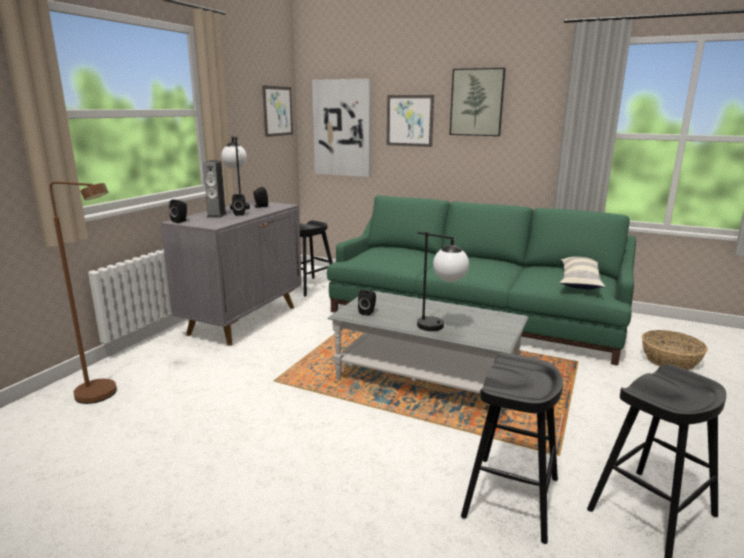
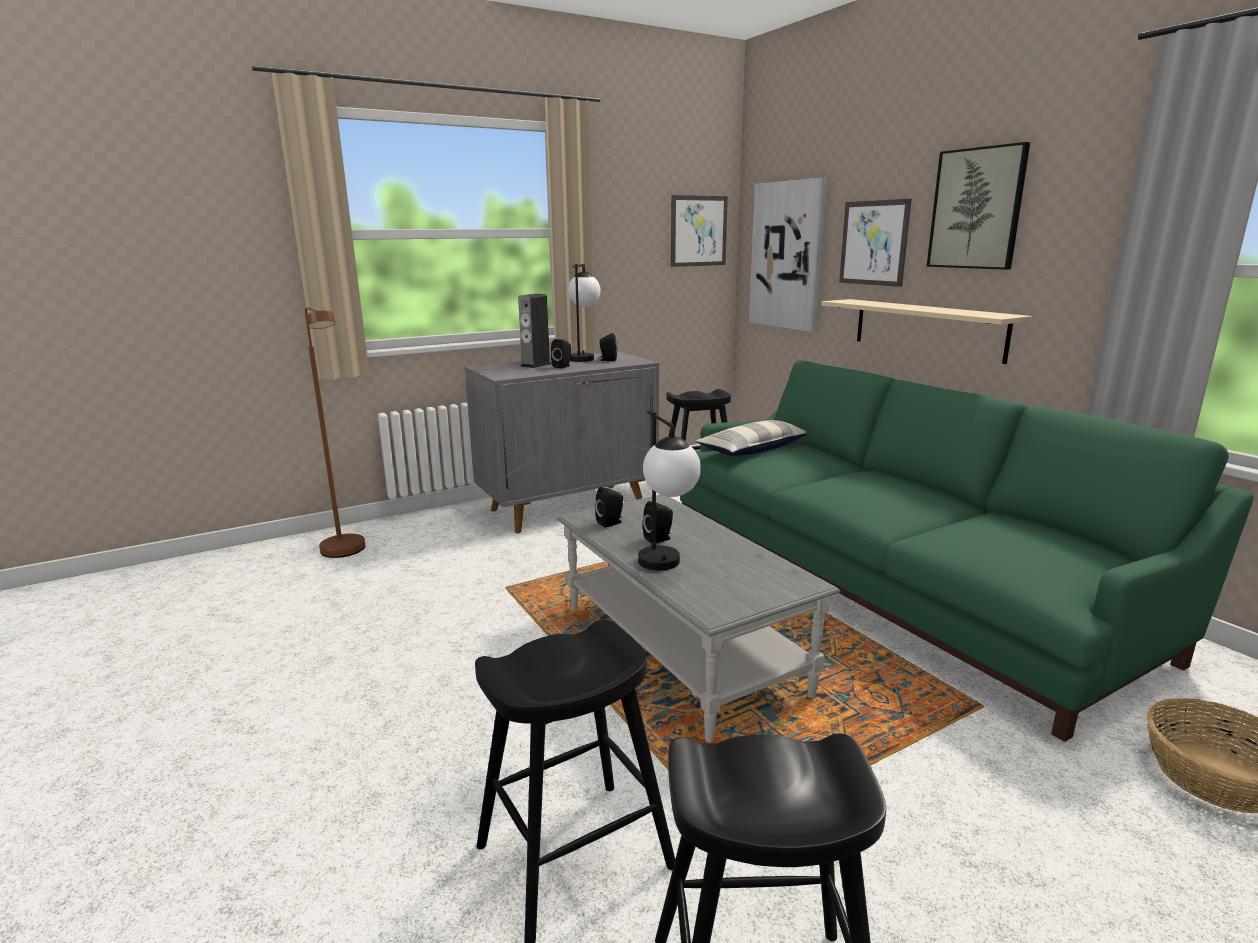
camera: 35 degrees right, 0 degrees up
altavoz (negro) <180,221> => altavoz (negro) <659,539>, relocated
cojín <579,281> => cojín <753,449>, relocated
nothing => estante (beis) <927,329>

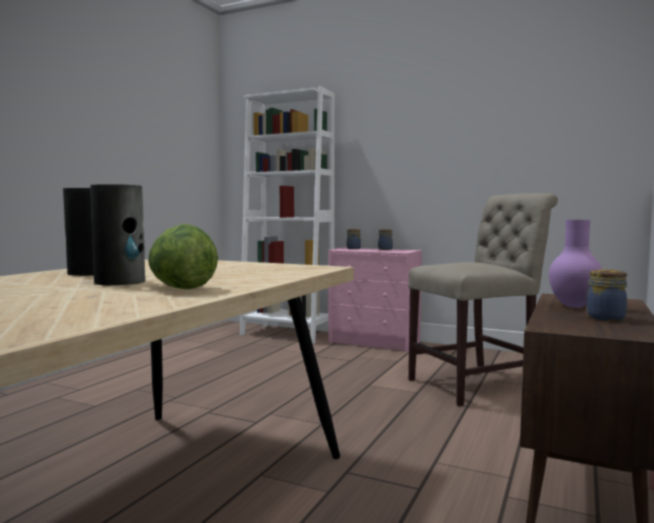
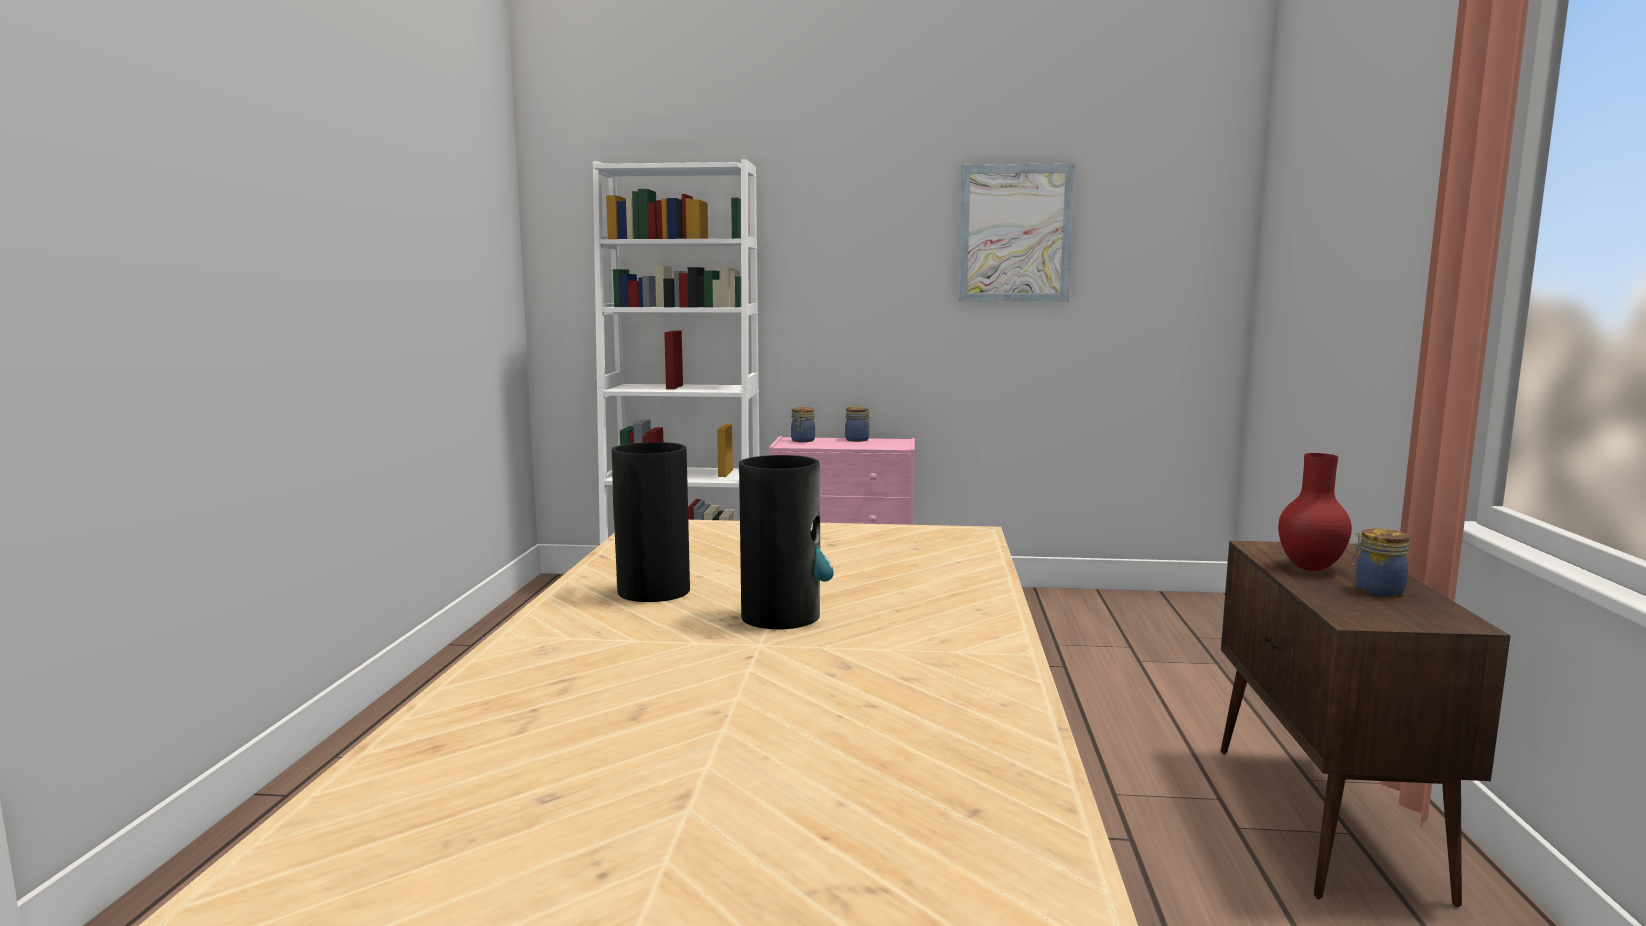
camera: 20 degrees left, 5 degrees up
lechuga <181,288> => nothing
silla (beis) <477,384> => nothing
florero (morado) <574,306> => florero (rojo) <1311,568>
nothing => cuadro <1015,234>

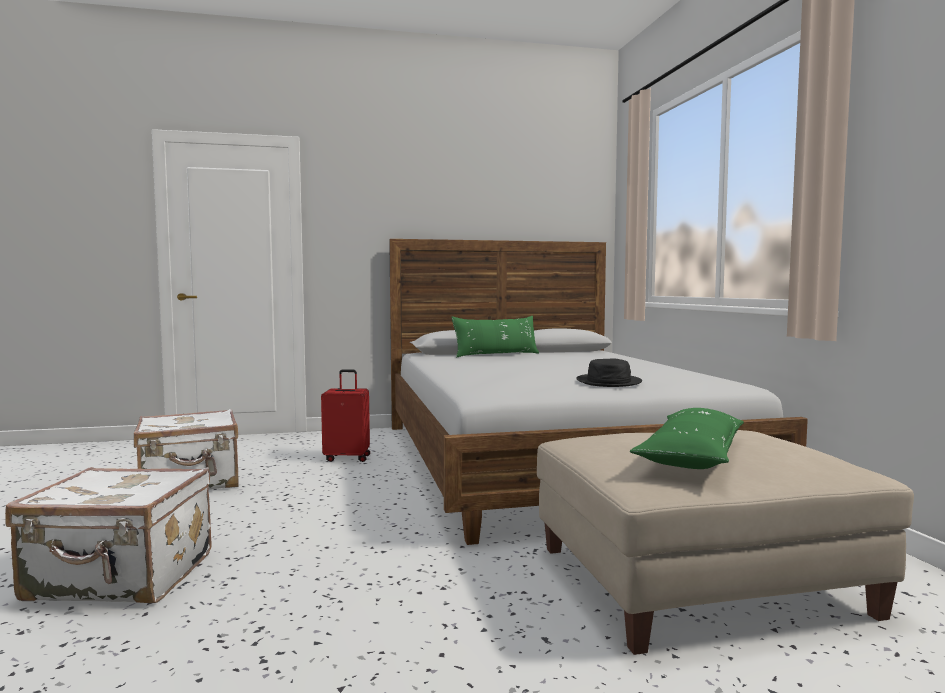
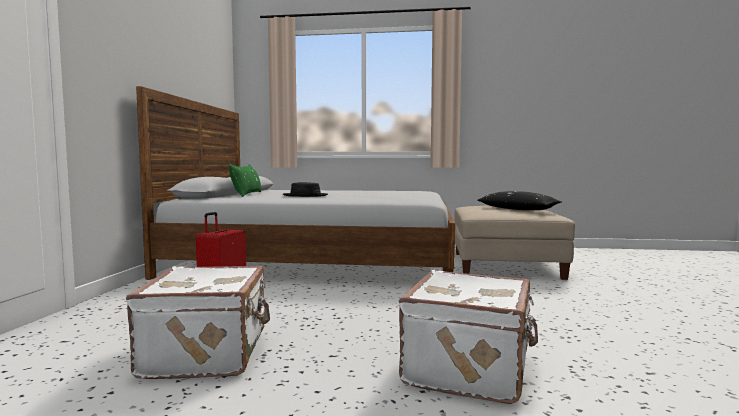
camera: 70 degrees left, 0 degrees up
sombrero (negro) <609,382> => sombrero (negro) <305,195>, relocated
cojín (verde) <692,456> => cojín (negro) <517,209>

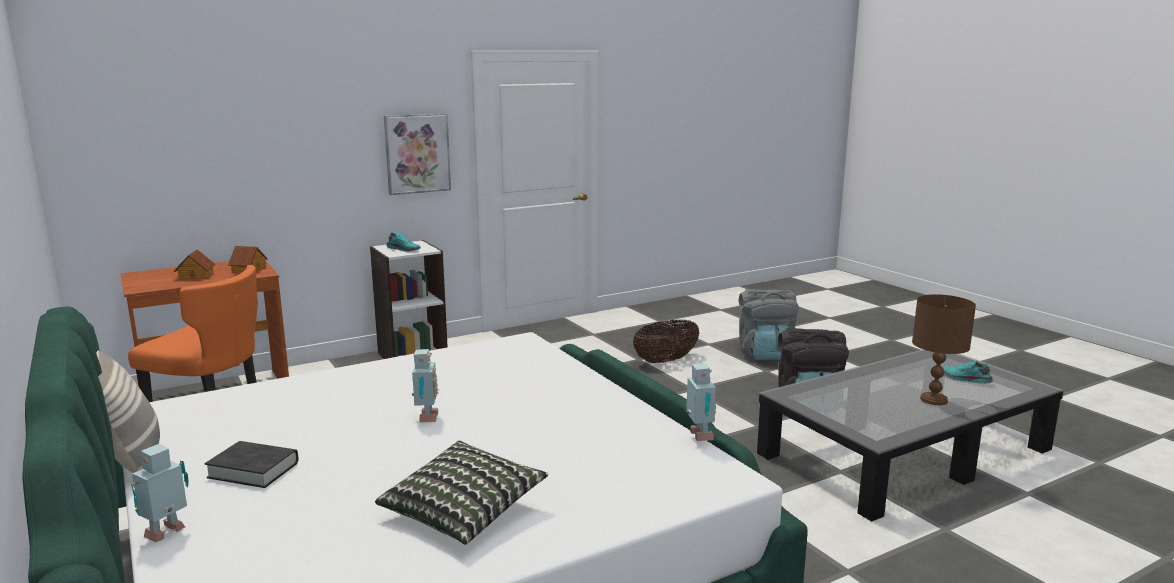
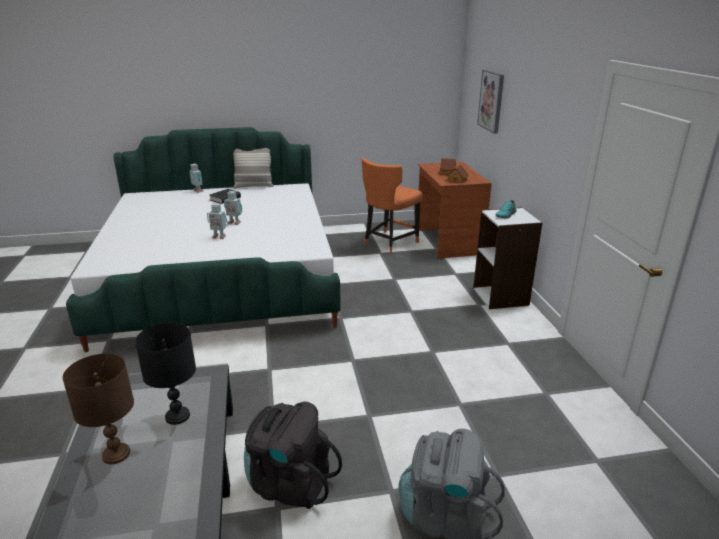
camera: 110 degrees right, 10 degrees up
cojín <464,512> => nothing
cuadro <417,153> => cuadro <491,101>, relocated
cesta <666,361> => nothing
robot de juguete <699,436> => robot de juguete <219,237>, relocated
zapato (turquesa) <965,379> => nothing
nothing => lámpara de mesa (negro) <178,416>

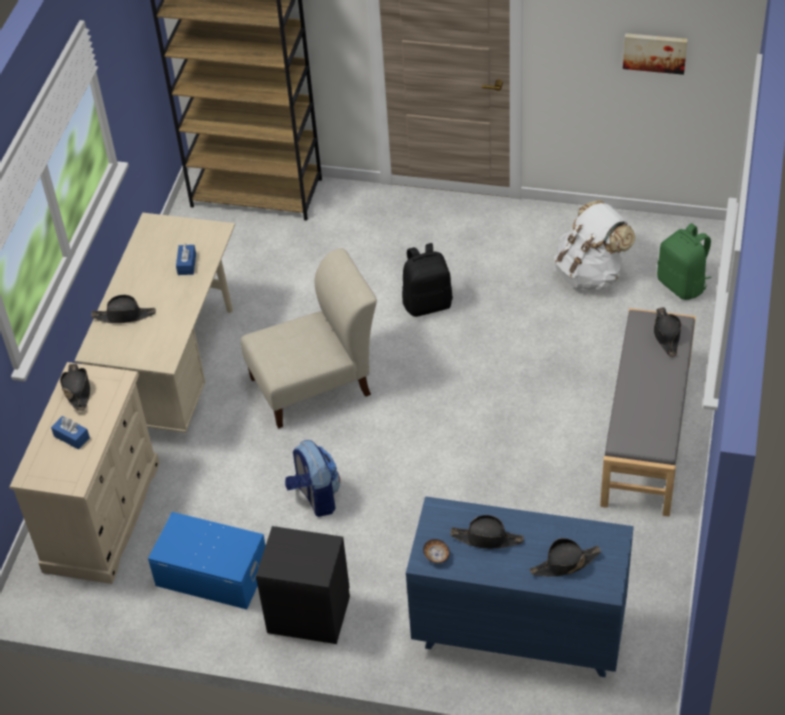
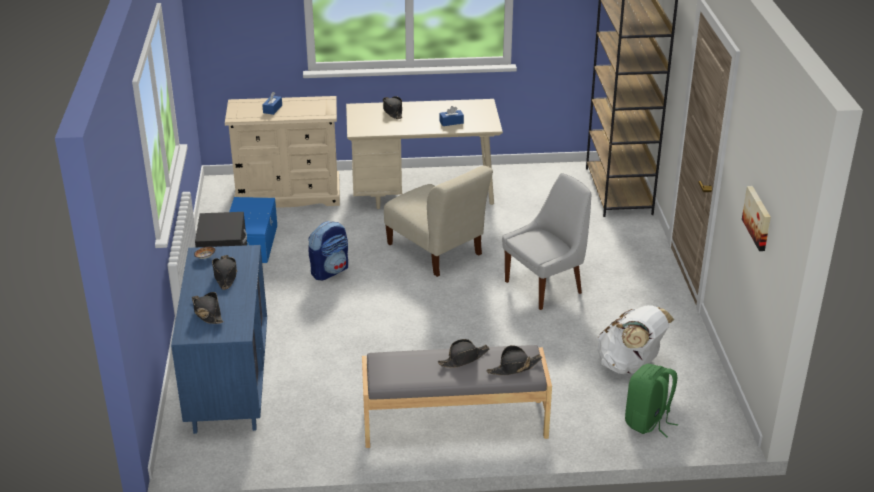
camera: 70 degrees right, 15 degrees down
sombrero (negro) <77,390> => sombrero (negro) <463,358>, relocated
mochila (negro) <427,303> => silla (blanco) <545,286>

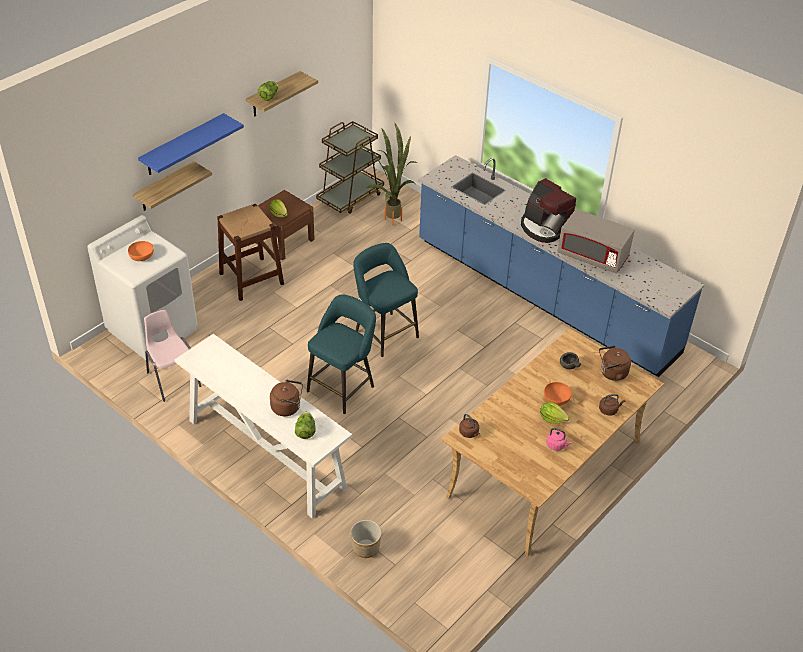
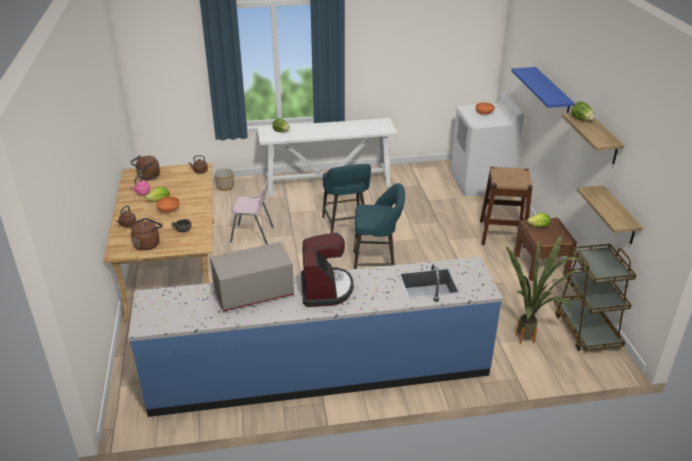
camera: 130 degrees right, 10 degrees down
estante <165,187> => estante <619,216>, relocated
silla (rosa) <173,379> => silla (rosa) <252,234>, relocated
hervidor (marrón) <288,407> => hervidor (marrón) <148,177>, relocated
cafetera <544,227> => cafetera <325,289>, 90 degrees clockwise

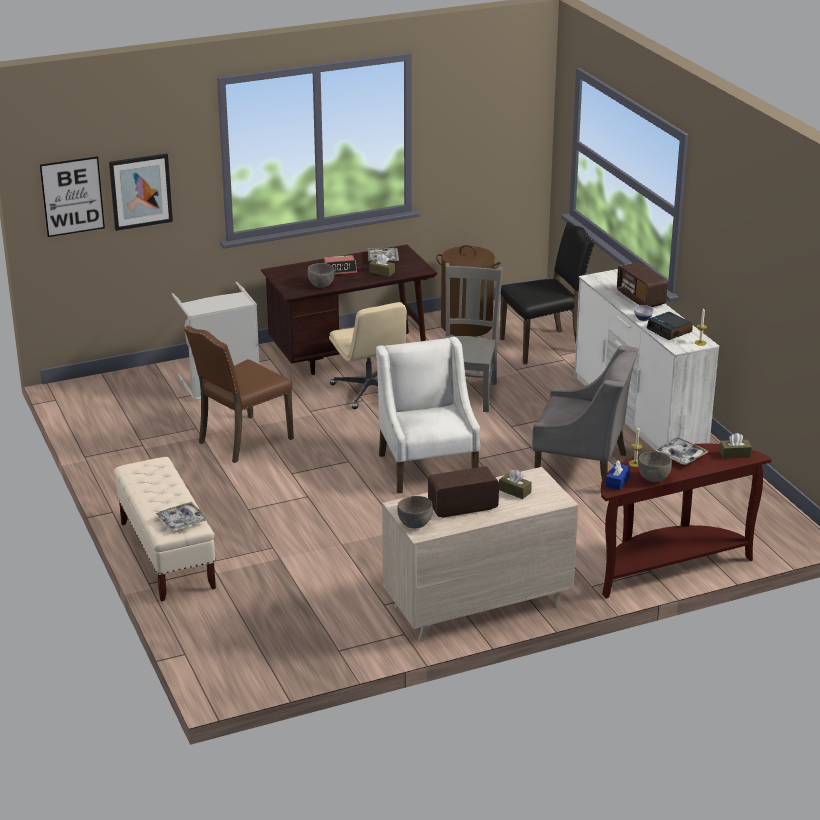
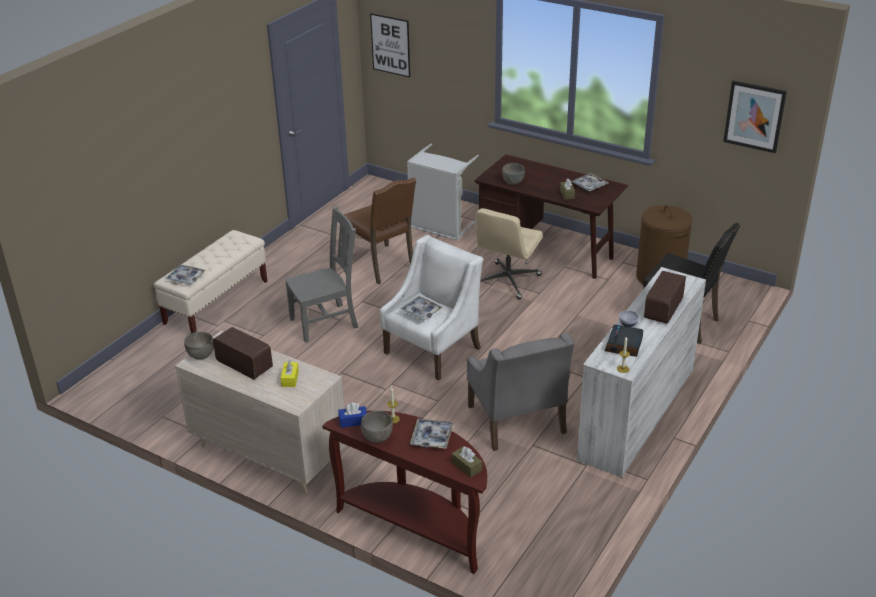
camera: 55 degrees right, 5 degrees up
cuadro <140,191> => cuadro <754,116>, relocated
silla (marrón) <242,440> => silla (marrón) <382,265>, 135 degrees counterclockwise
despertador <340,269> => nothing
silla (gris) <467,393> => silla (gris) <326,322>, relocated
caja de pañuelos (marrón) <514,491> => caja de pañuelos (amarillo) <290,379>
nothing => bandeja <421,312>

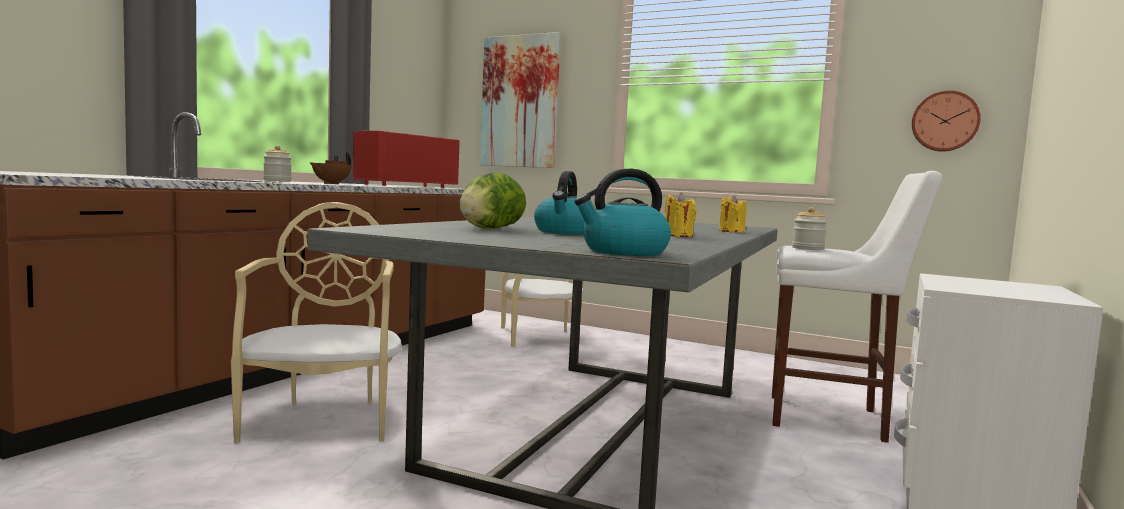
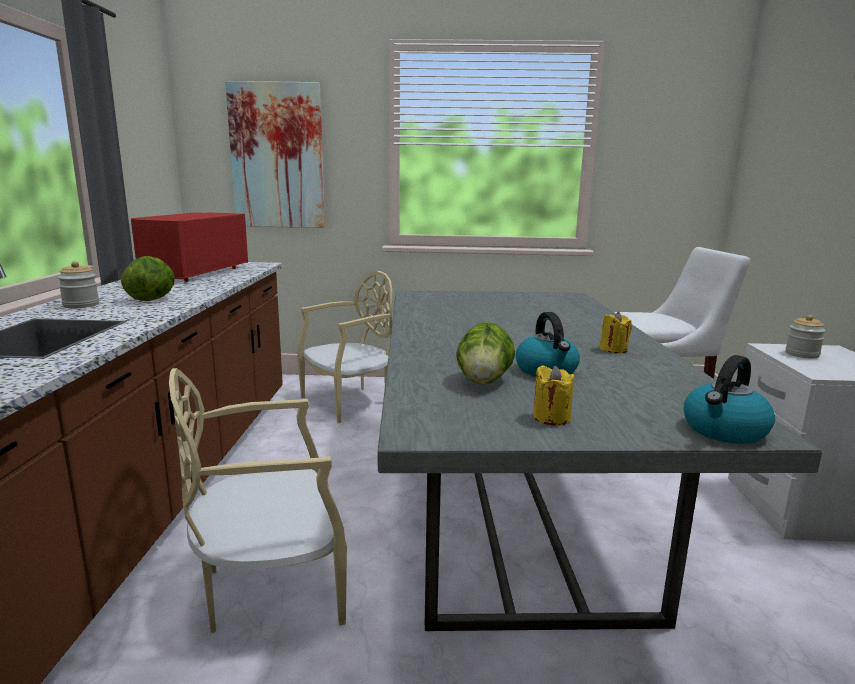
camera: 25 degrees left, 10 degrees up
silla (beis) <323,420> => silla (beis) <270,587>, 75 degrees counterclockwise
tetera (marrón) <330,183> => lechuga <152,299>
vela (amarillo) <731,231> => vela (amarillo) <551,417>, relocated
tarro <807,248> => tarro <802,354>, relocated
reloj de pared <945,121> => nothing

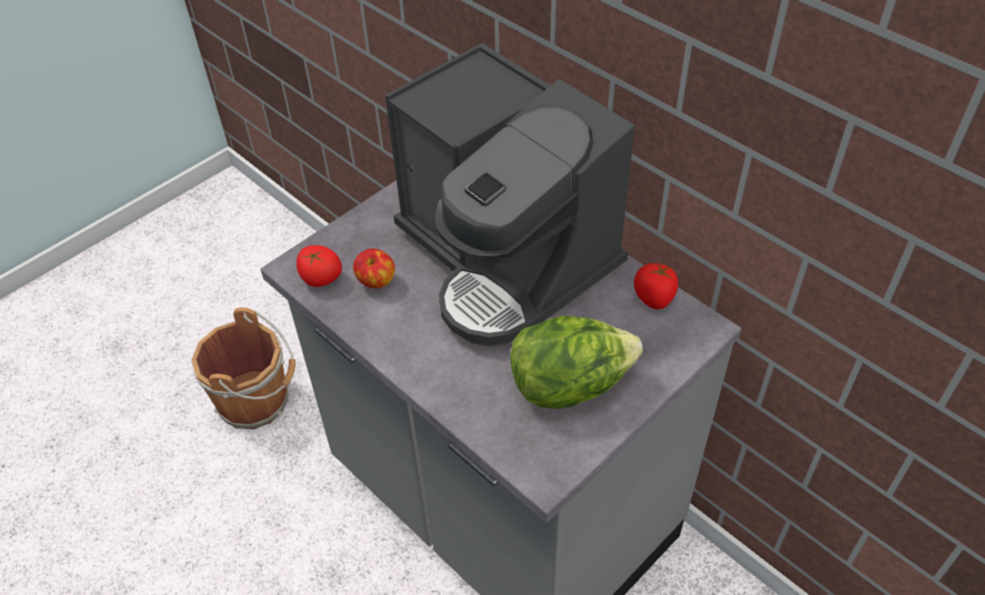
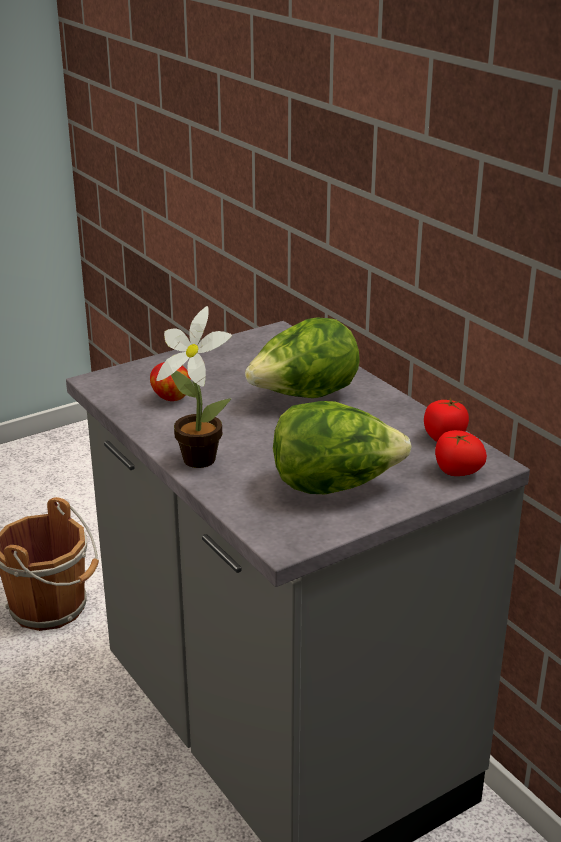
camera: 10 degrees right, 20 degrees down
tomate <320,278> => tomate <457,472>, relocated
cafetera <506,259> => lechuga <304,397>
nothing => planta en maceta <197,457>

